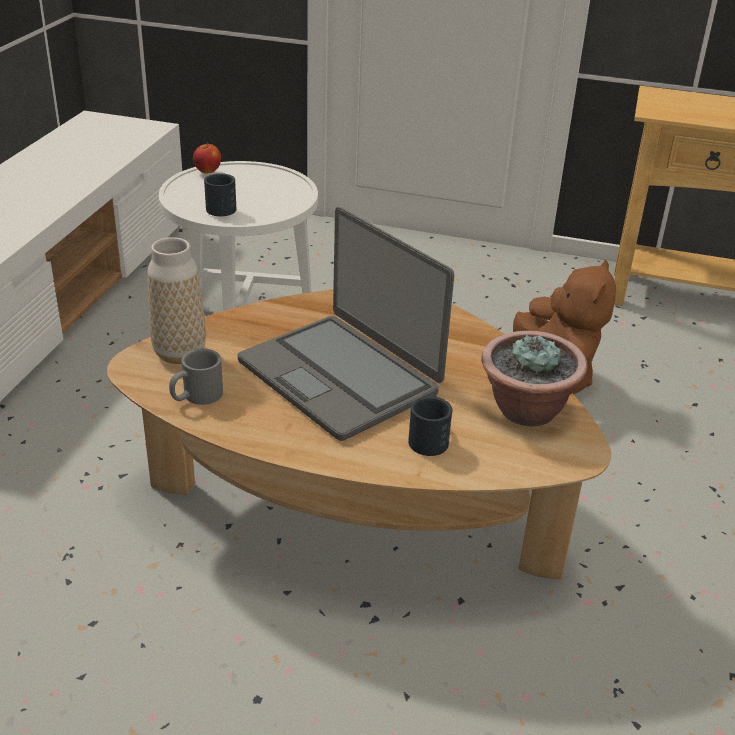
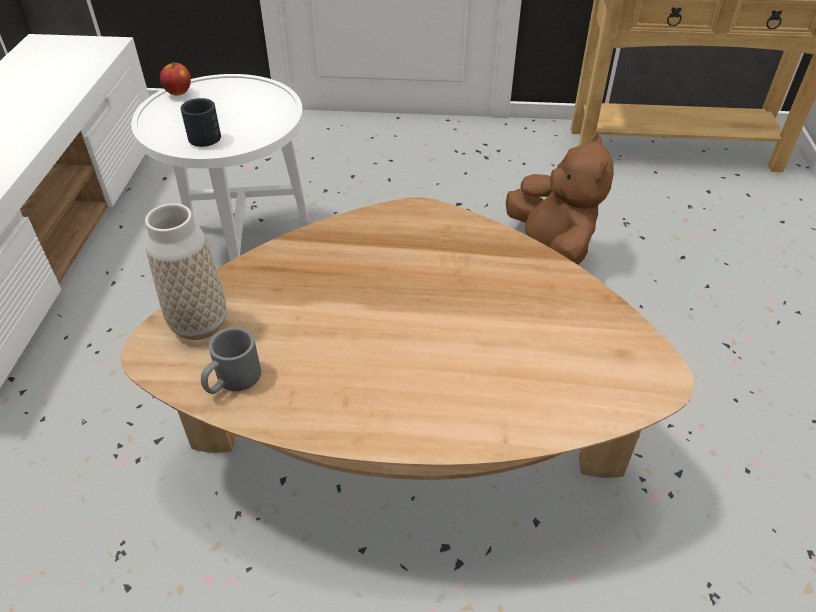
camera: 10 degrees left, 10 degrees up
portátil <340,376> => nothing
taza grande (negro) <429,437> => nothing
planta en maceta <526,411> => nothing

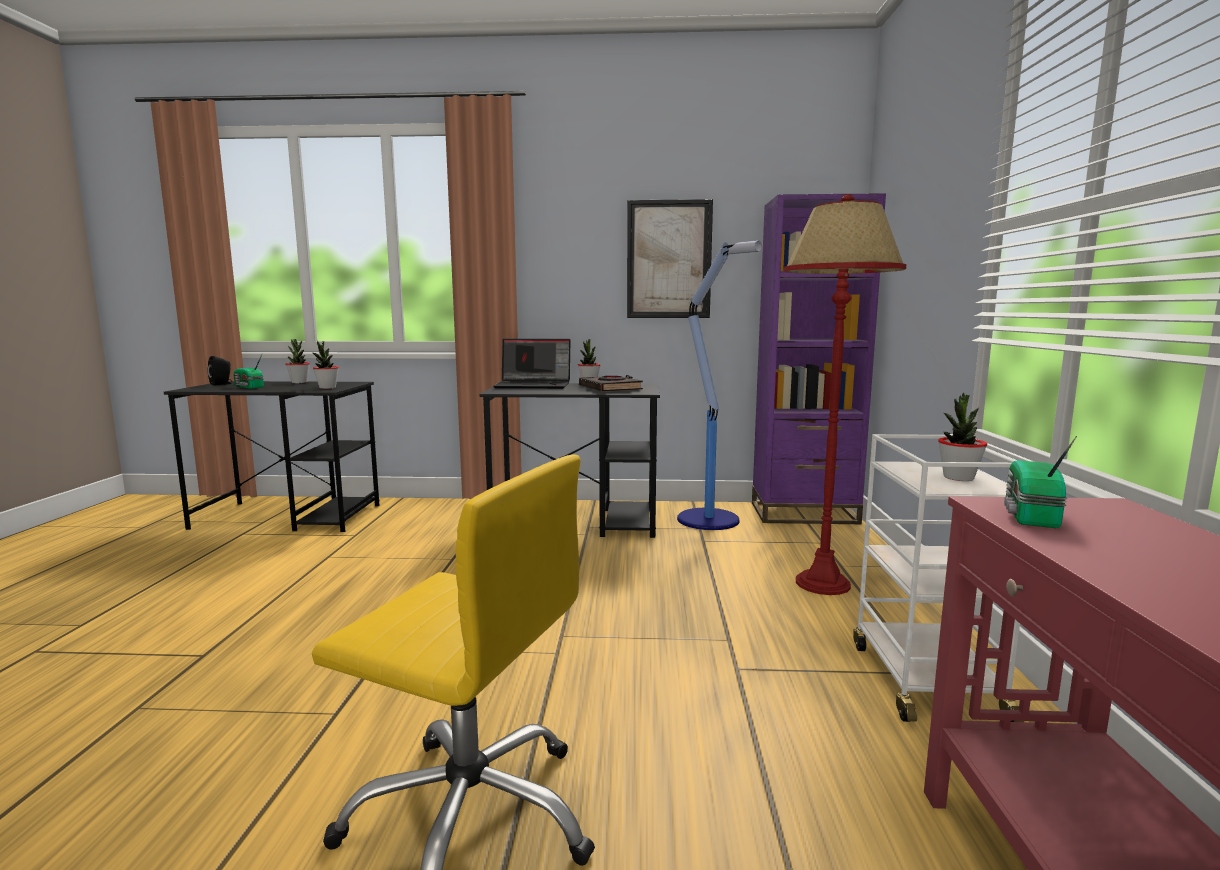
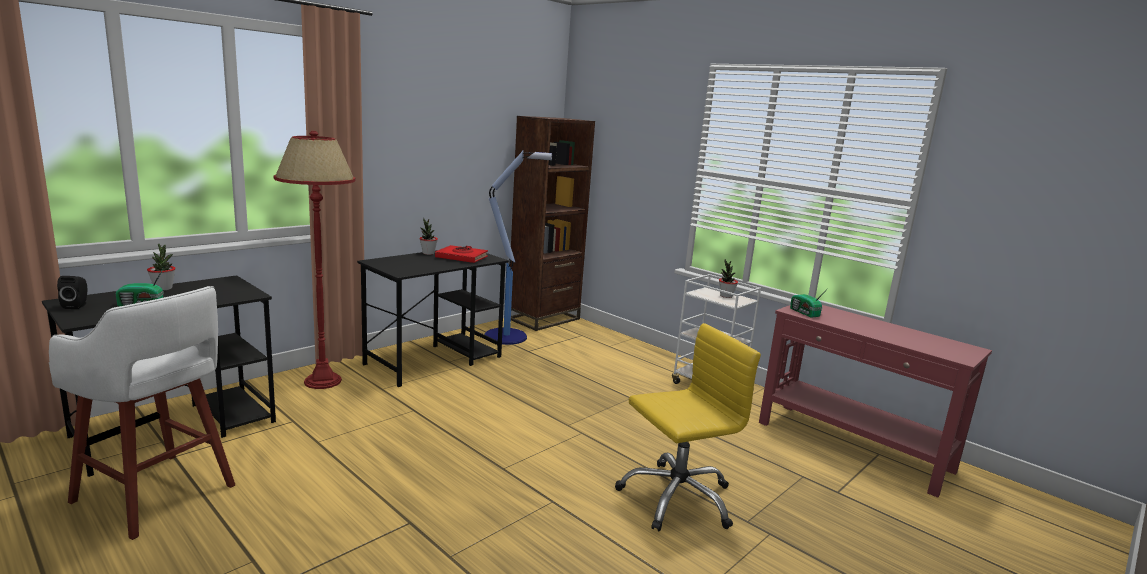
camera: 50 degrees left, 5 degrees up
planta en maceta <327,388> => nothing
portátil <534,385> => nothing
libro (negro) <610,388> => libro (rojo) <462,257>
cuadro <669,260> => nothing
estantería (morado) <804,513> => estantería (marrón) <544,319>
lámpara de pie (rojo) <822,583> => lámpara de pie (rojo) <322,381>, relocated
nothing => taburete (blanco) <157,495>

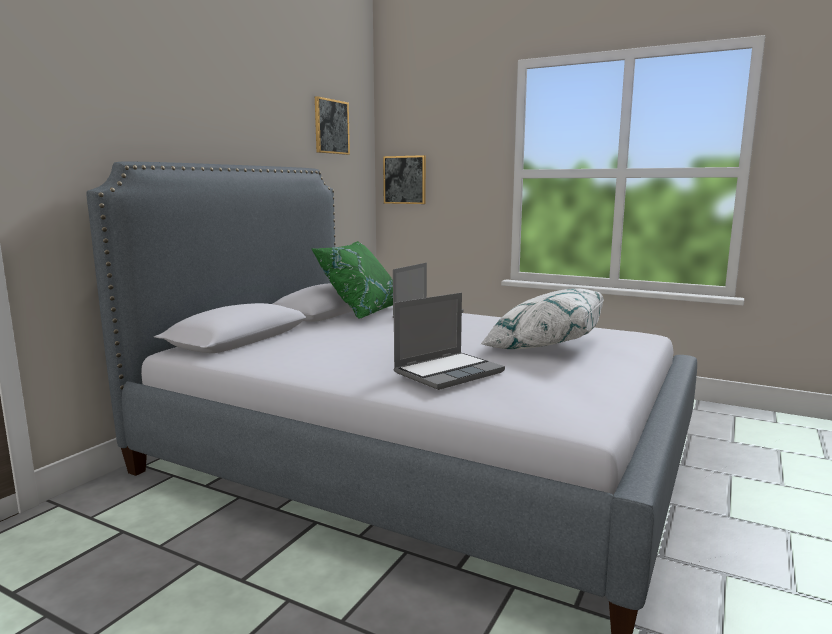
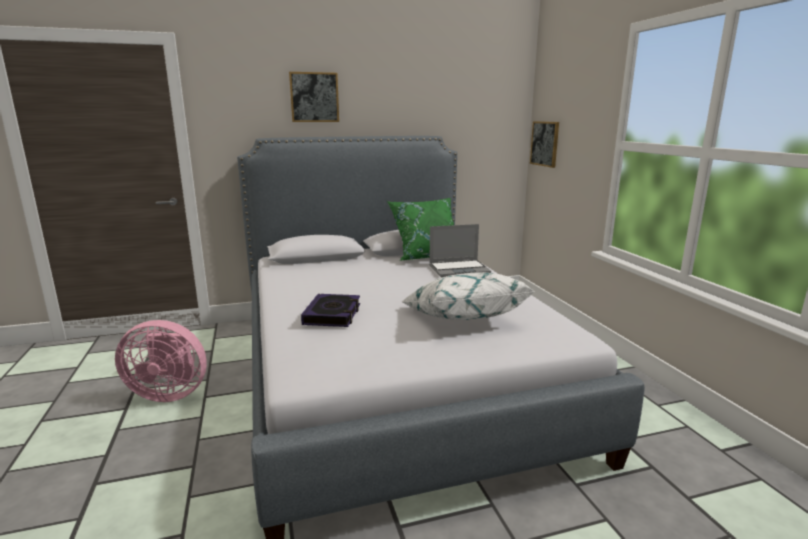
camera: 45 degrees right, 5 degrees up
cuadro <331,126> => cuadro <314,97>, relocated
portátil <448,372> => libro <332,315>
nothing => ventilador (rosa) <169,393>

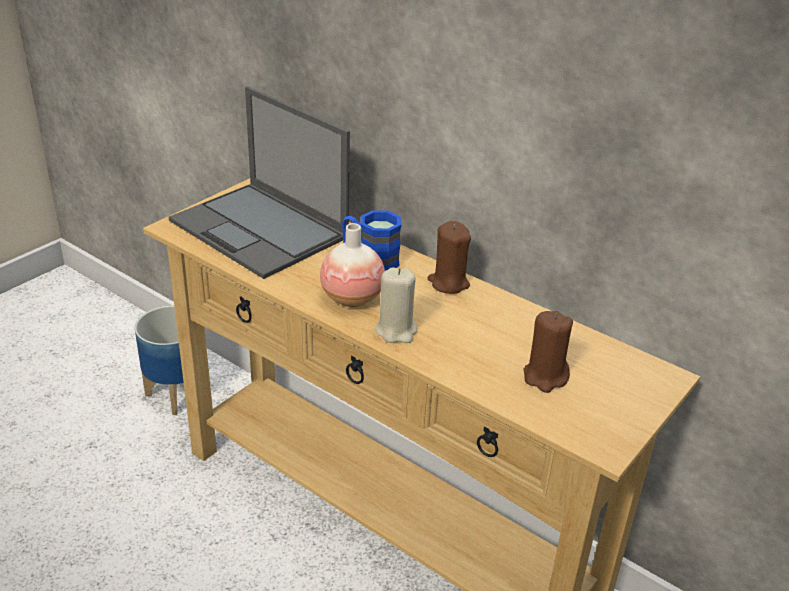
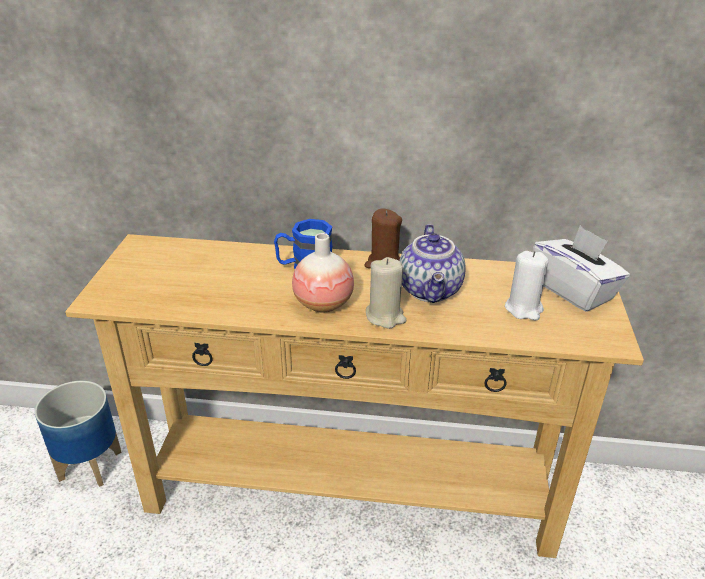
camera: 30 degrees left, 0 degrees up
portátil <260,230> => nothing
vela (marrón) <545,377> => vela (blanco) <524,308>
nothing => tetera <431,290>
nothing => caja de pañuelos (blanco) <574,290>

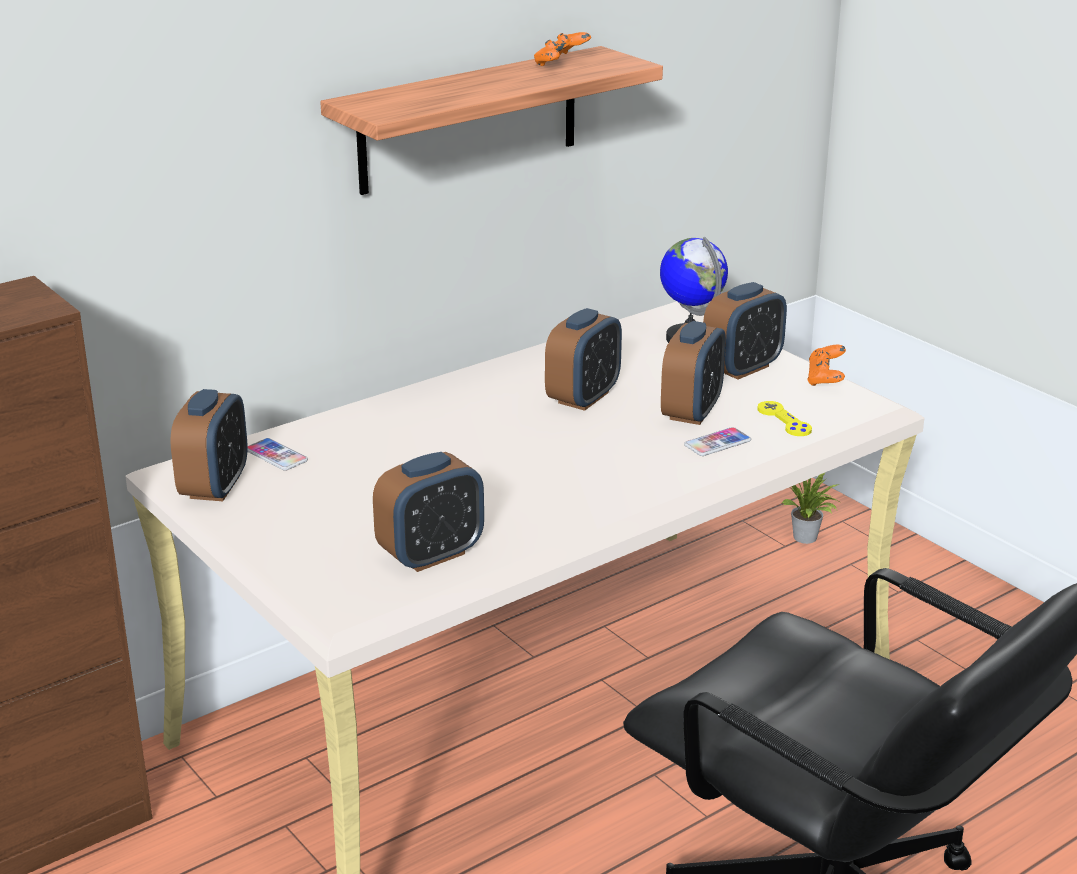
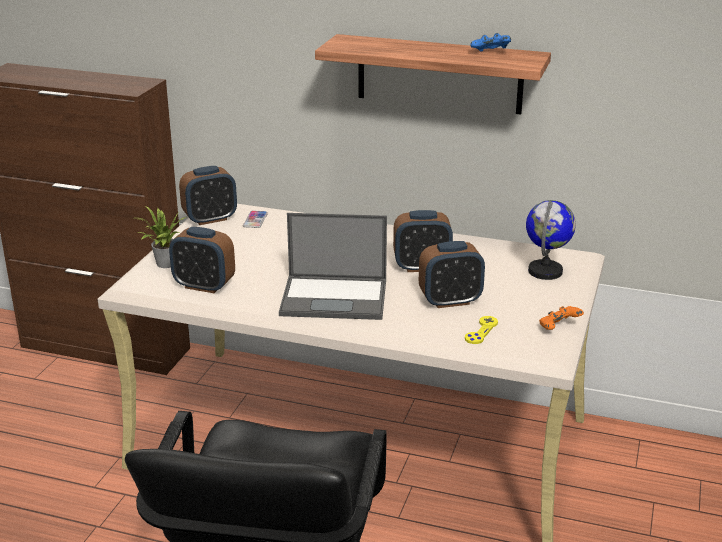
camera: 55 degrees right, 0 degrees up
mando de consola (naranja) <561,65> => mando de consola (azul) <490,53>
móvil <717,443> => nothing
despertador <742,368> => nothing
planta en maceta <806,539> => planta en maceta <164,264>, relocated
nothing => portátil <335,298>

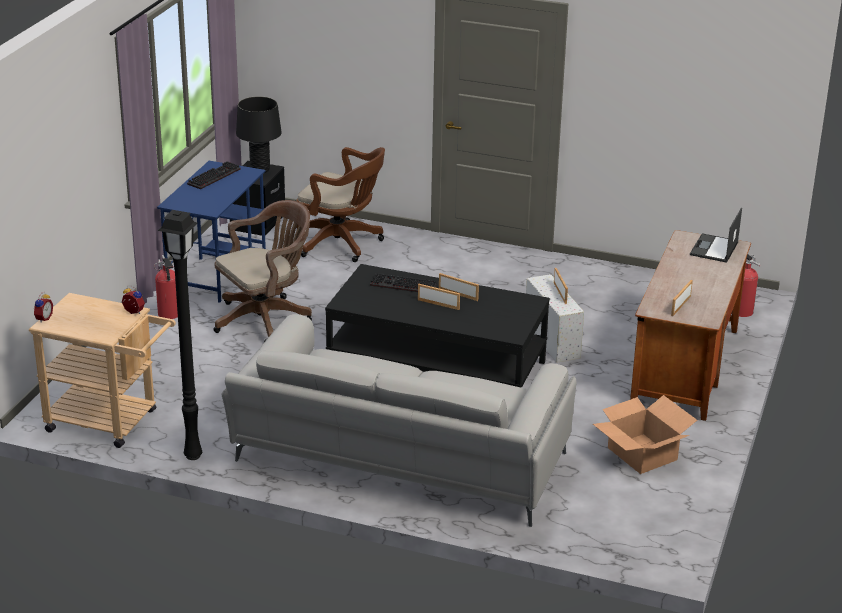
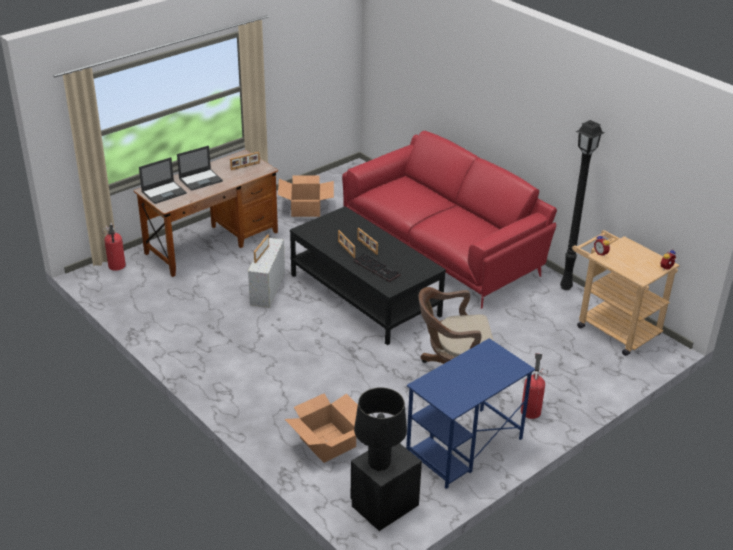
camera: 150 degrees left, 5 degrees up
teclado <214,176> => nothing
sofá (gris) <398,460> => sofá (rojo) <443,246>
silla de oficina (marrón) <342,244> => caja de cartón <328,442>
nothing => portátil <201,180>

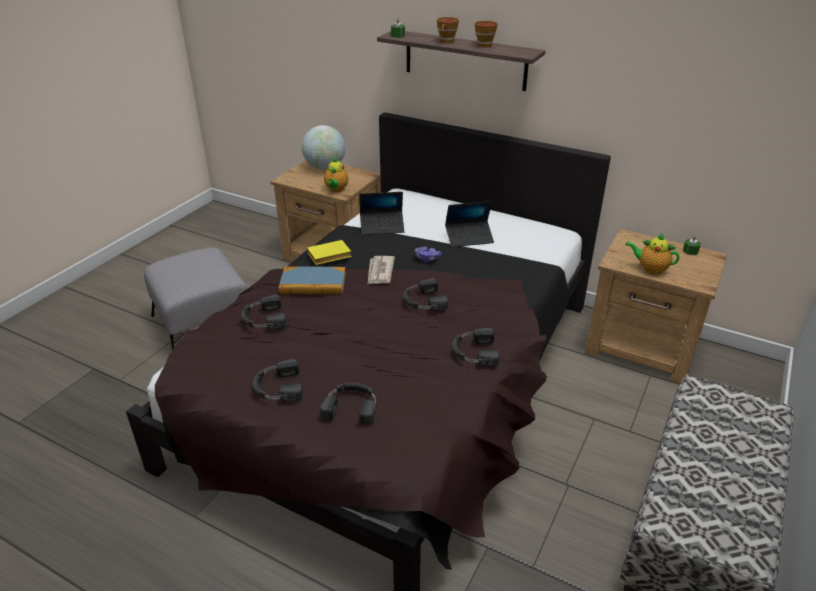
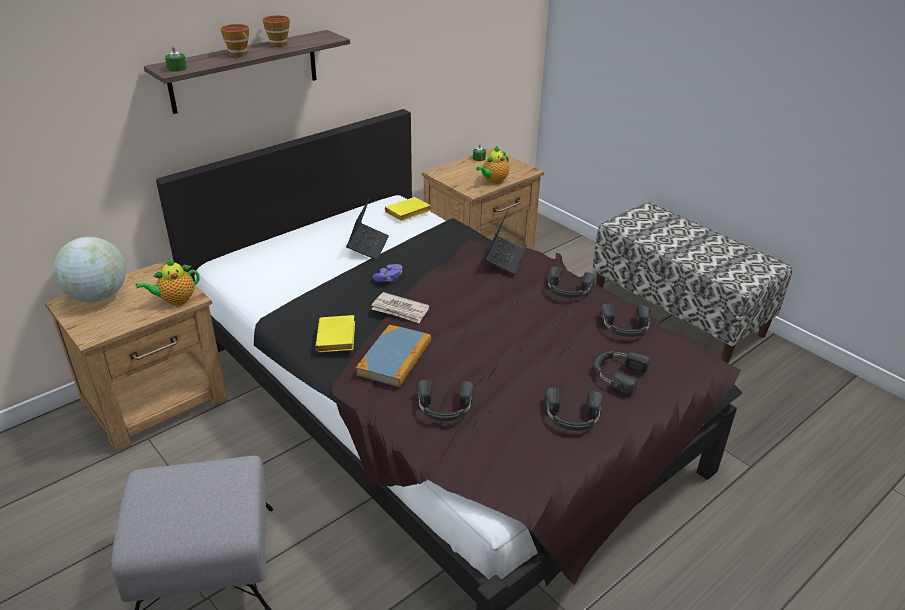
camera: 70 degrees left, 0 degrees up
tetera <336,189> => tetera <175,300>, 120 degrees clockwise
portátil <382,227> => portátil <504,259>, relocated
auriculares (negro) <423,301> => auriculares (negro) <625,327>, relocated
nothing => libro (amarillo) <407,213>

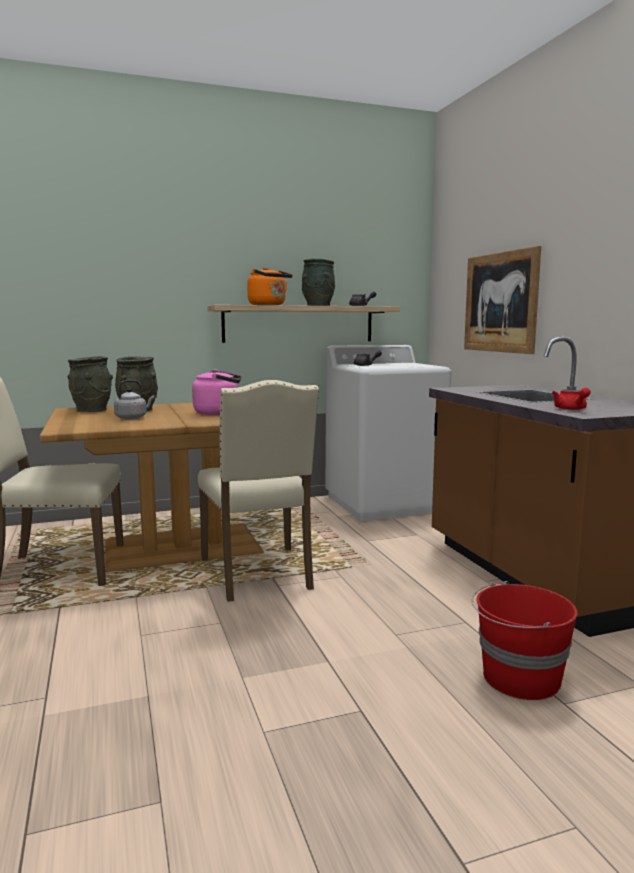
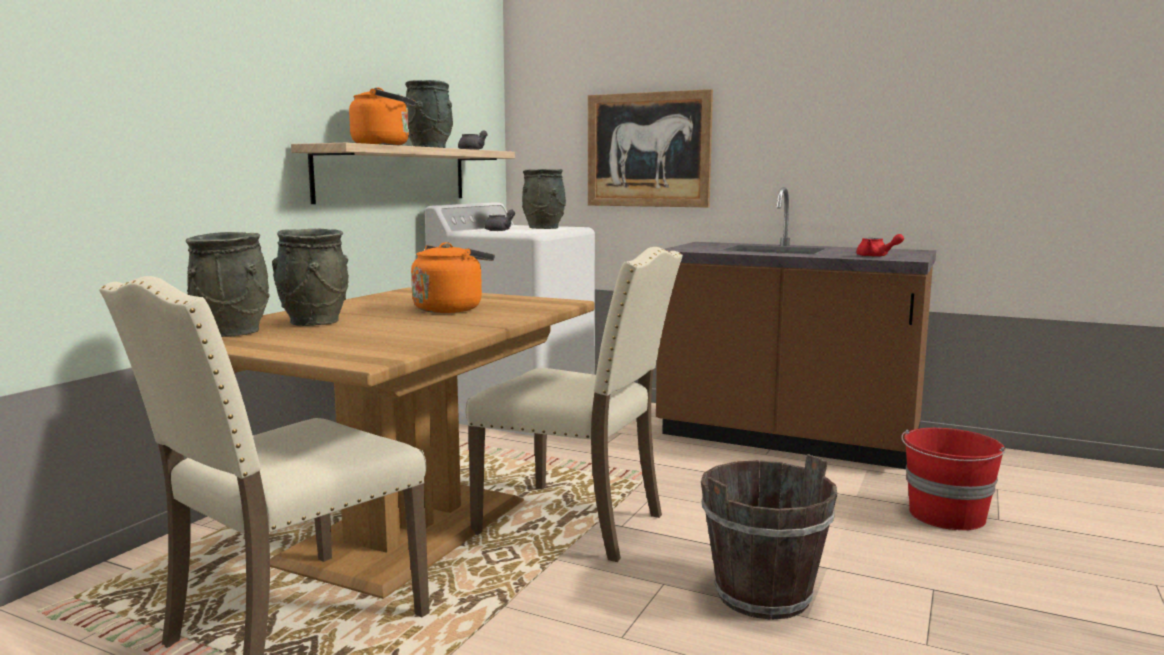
camera: 45 degrees left, 0 degrees up
hervidor (gris) <133,417> => nothing
hervidor (rosa) <219,413> => hervidor (naranja) <450,309>
nothing => florero (gris) <544,228>
nothing => cubo (marrón) <762,595>

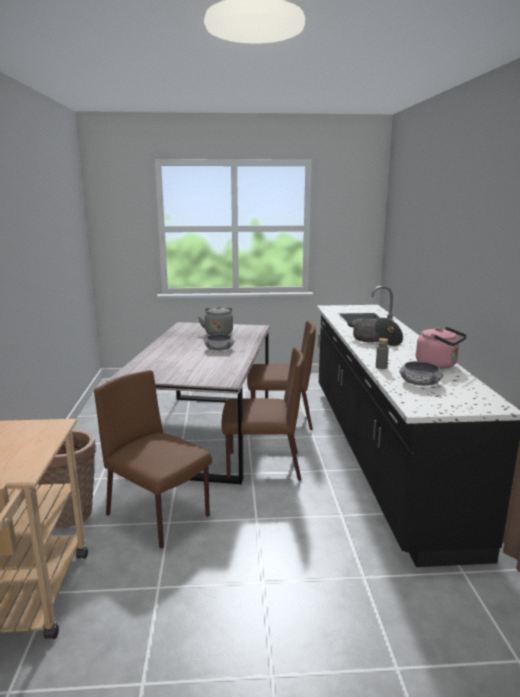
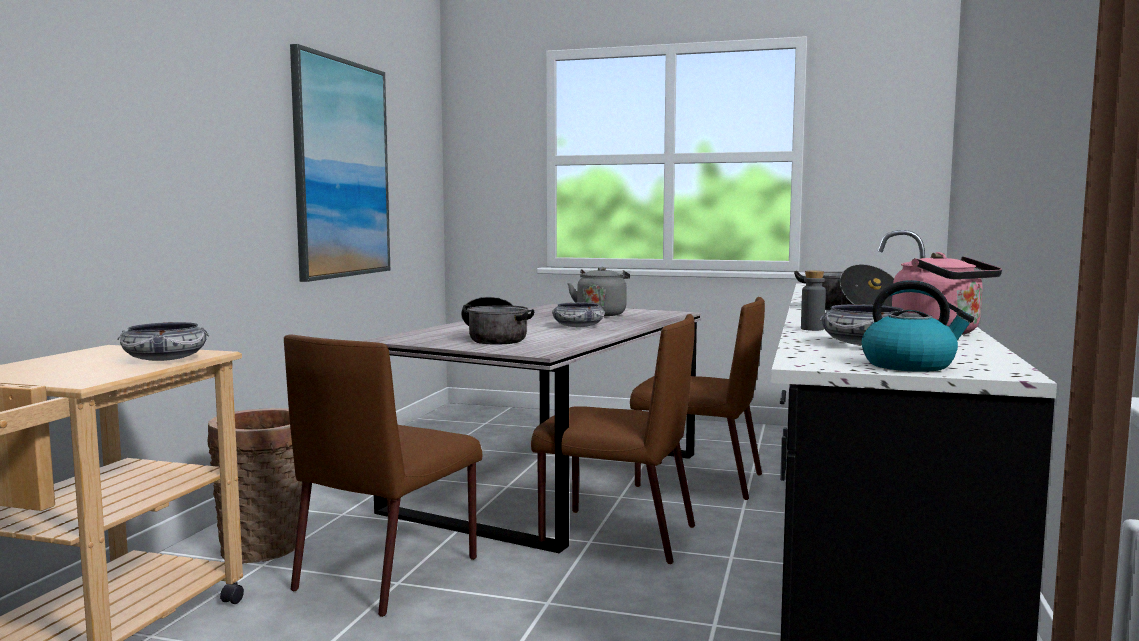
camera: 20 degrees right, 10 degrees down
silla (marrón) <159,516> => silla (marrón) <389,572>, 120 degrees counterclockwise
nothing => cuenco <165,359>
nothing => cuadro <341,169>
nothing => olla <495,338>
nothing => hervidor <910,365>

